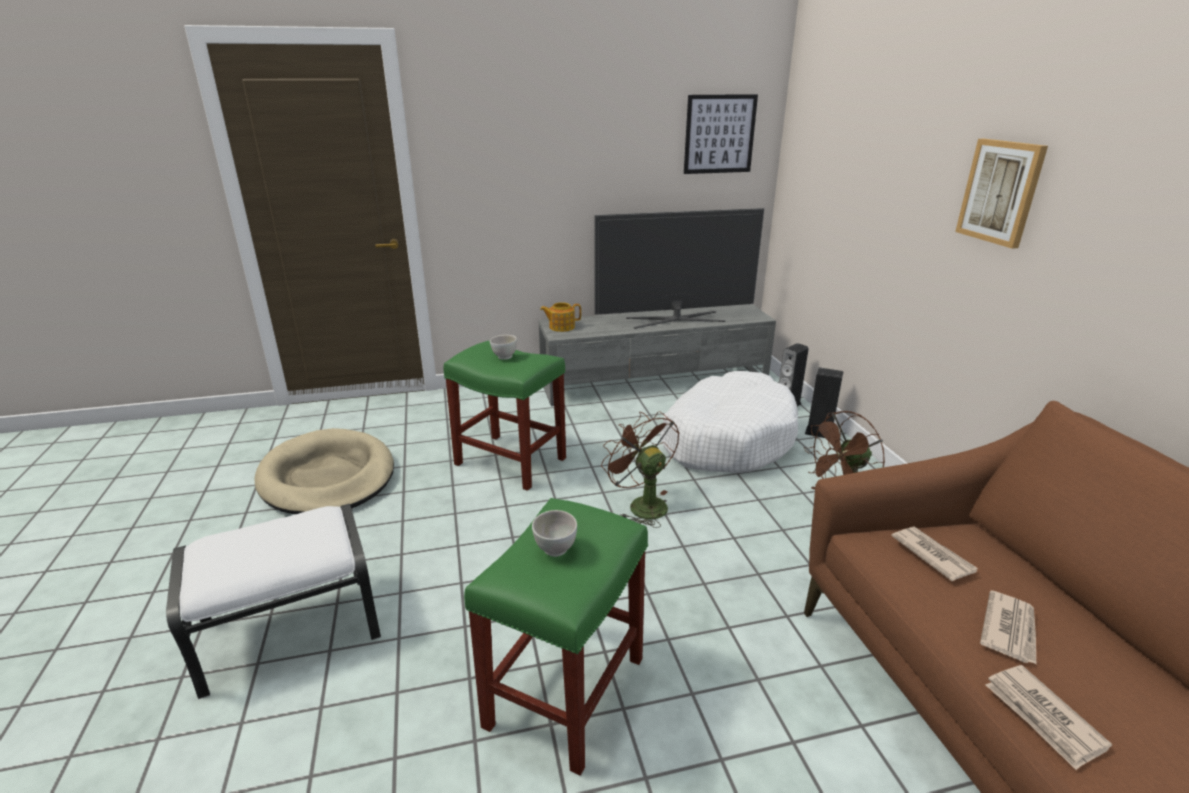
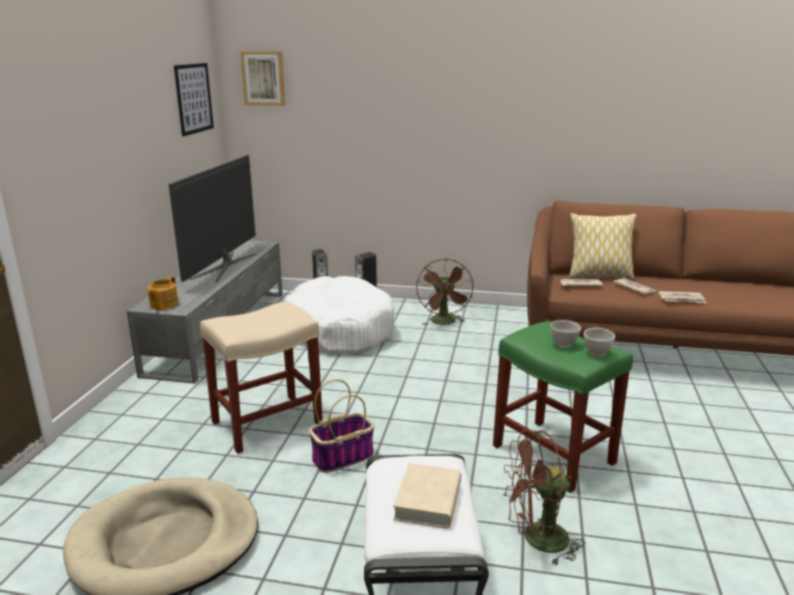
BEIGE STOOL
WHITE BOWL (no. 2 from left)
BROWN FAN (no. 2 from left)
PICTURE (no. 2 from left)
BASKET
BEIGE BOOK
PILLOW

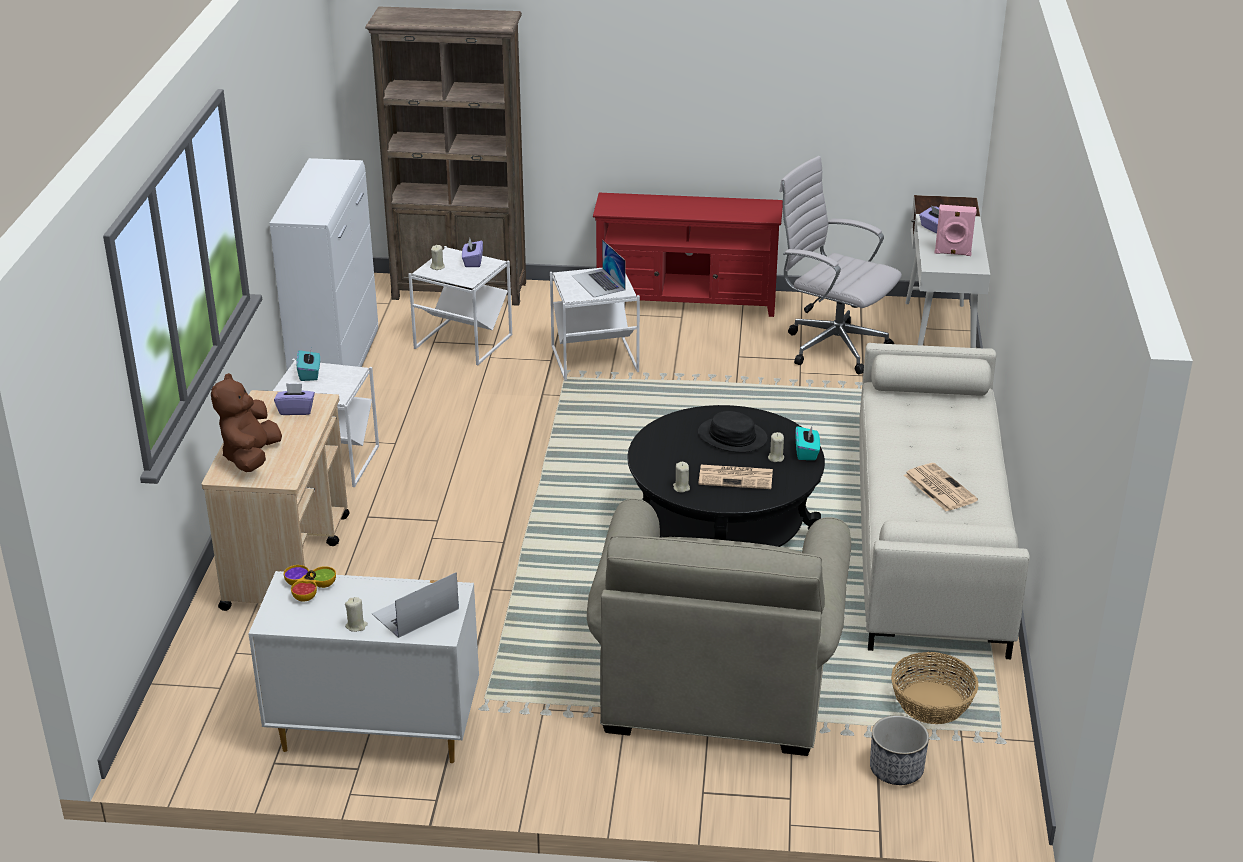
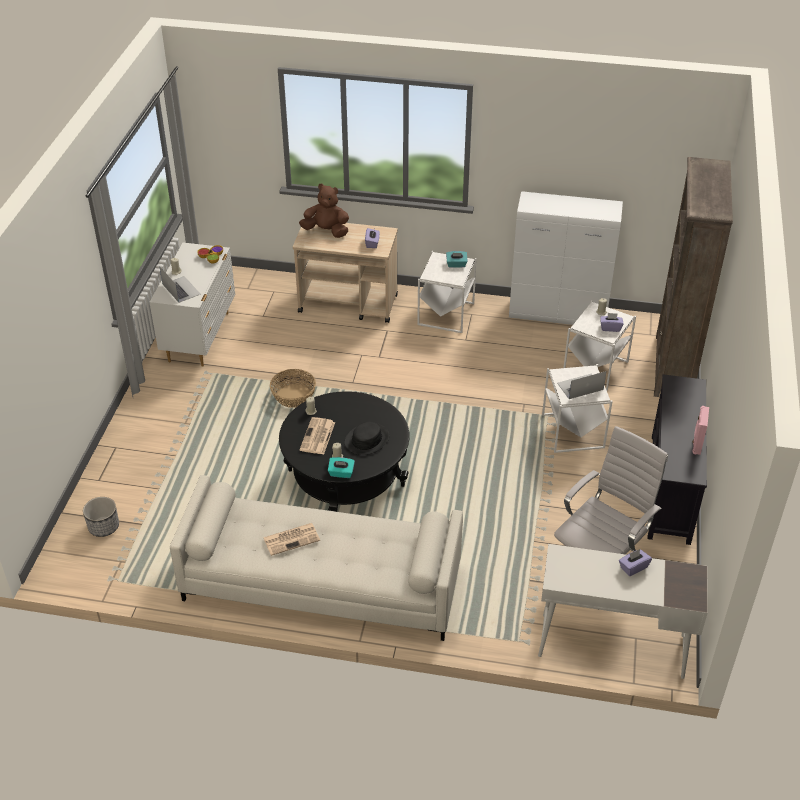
BEIGE ARMCHAIR
BLACK TV STAND
BASKET
PINK SPEAKER

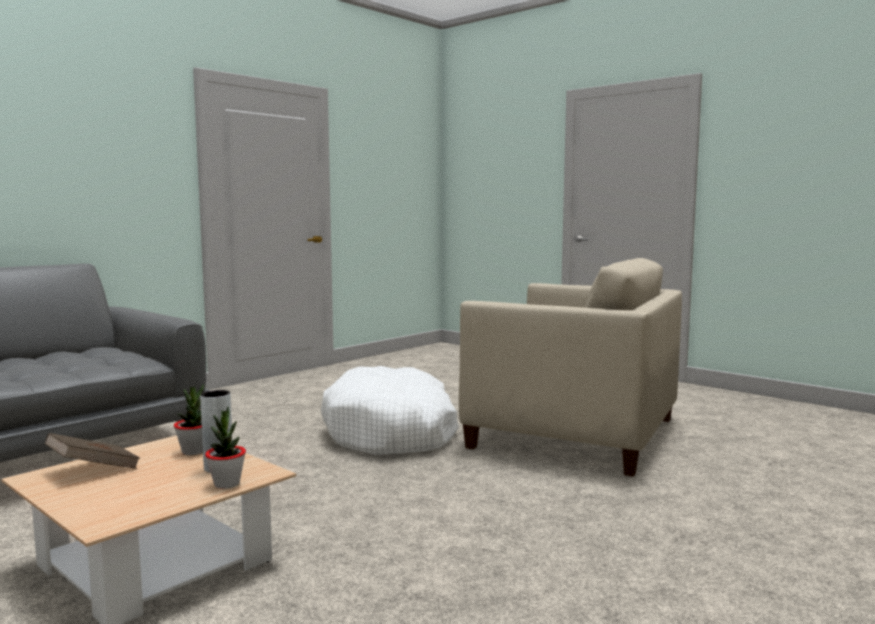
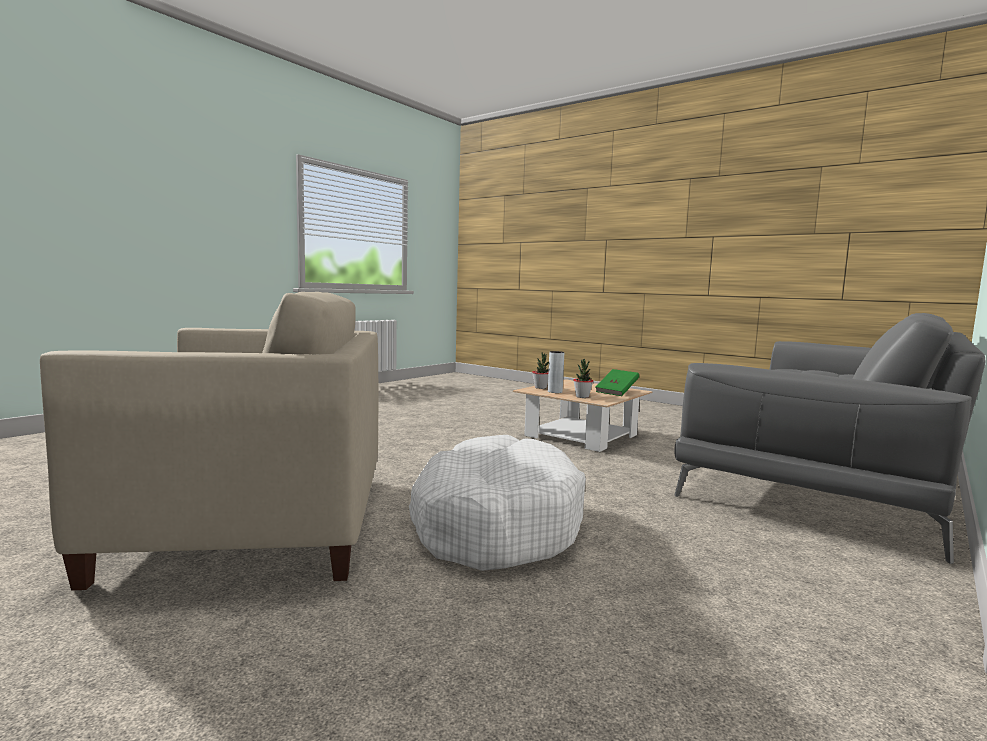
GREEN BOOK
BEIGE ARMCHAIR

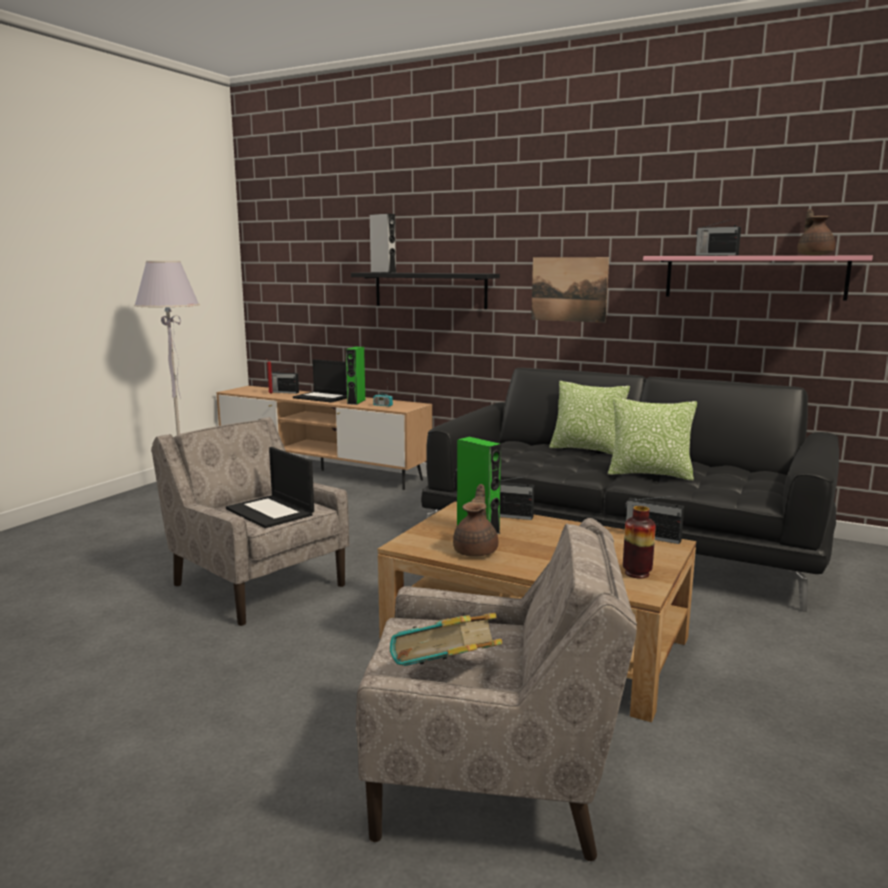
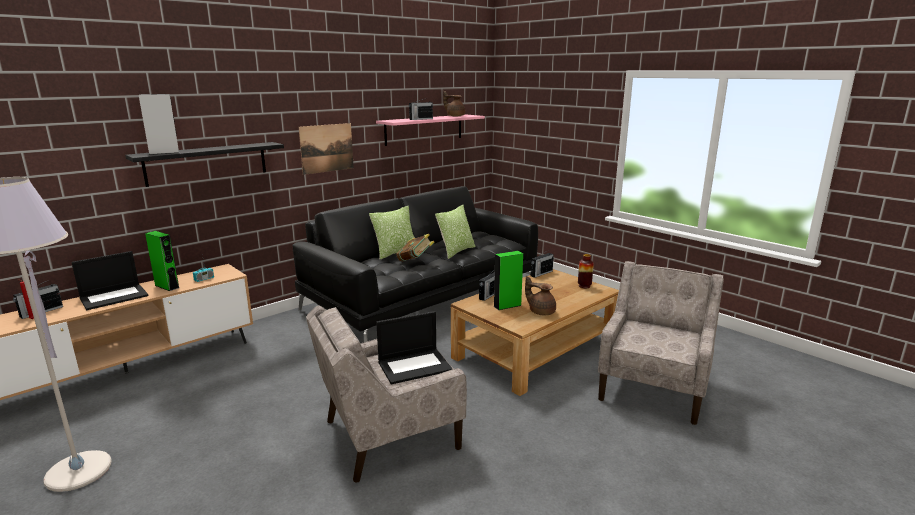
BOOK

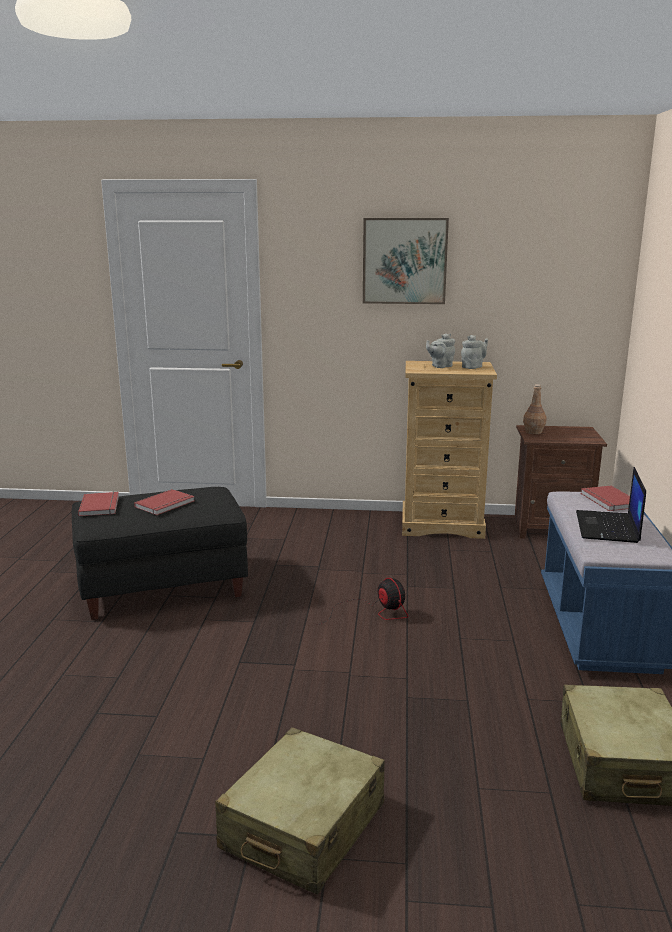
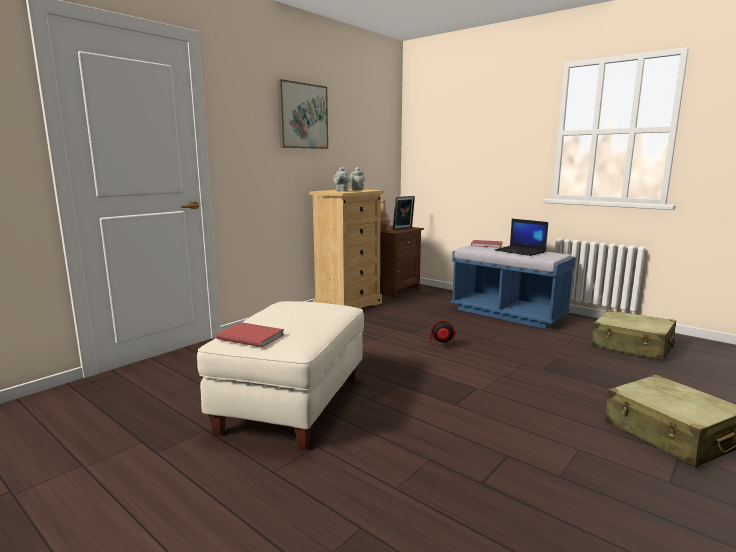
BEIGE OTTOMAN
RED BOOK (no. 2 from left in the first image)
PICTURE FRAME

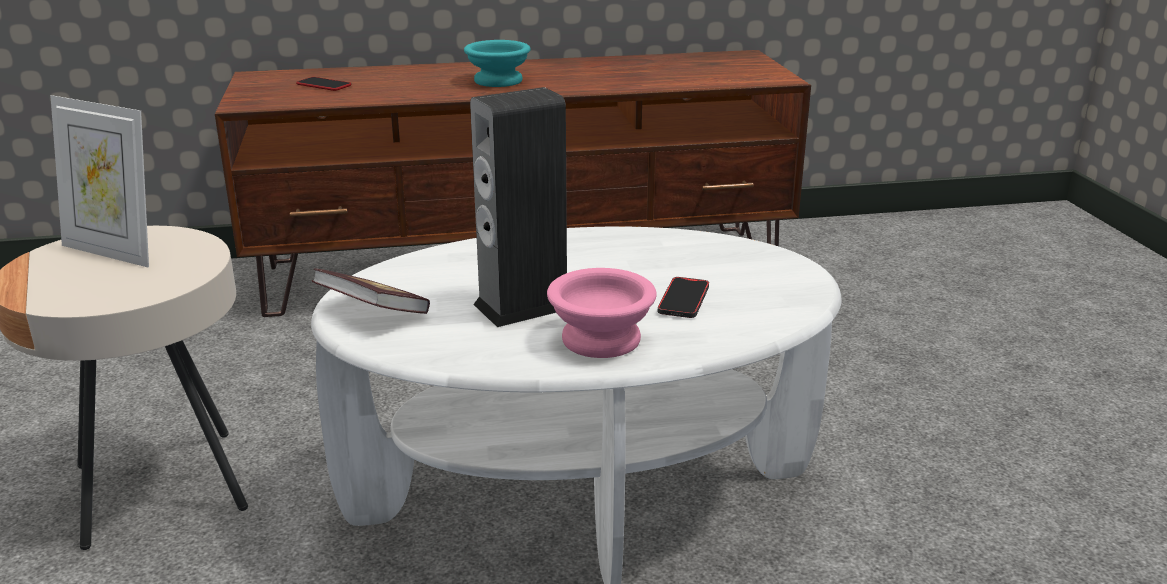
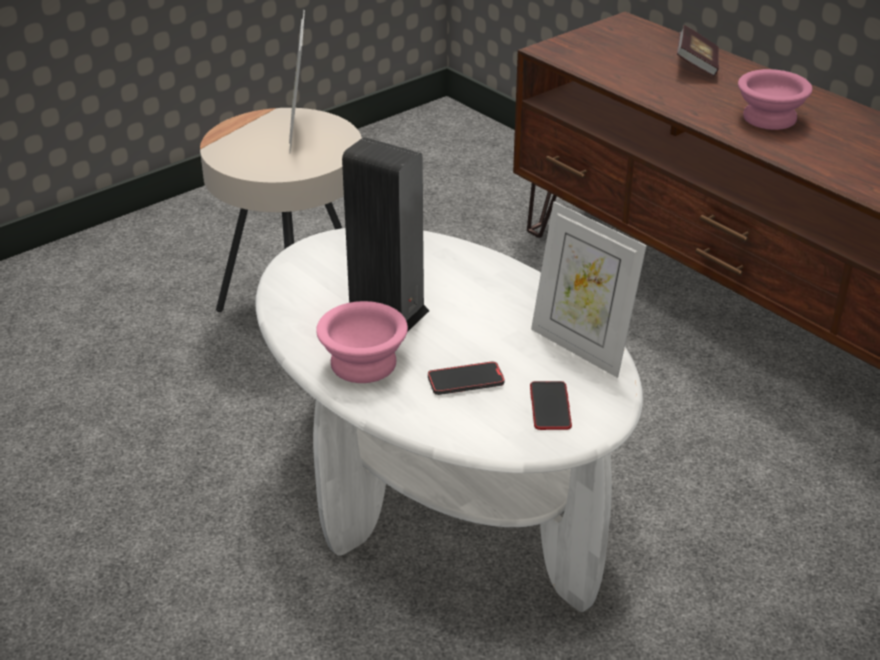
PHONE (no. 2 from left)
BOOK
PINK BOWL (no. 2 from left)
PICTURE FRAME (no. 2 from left)

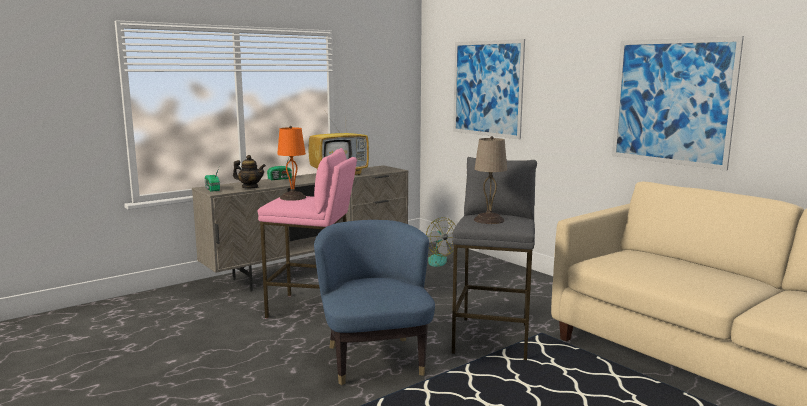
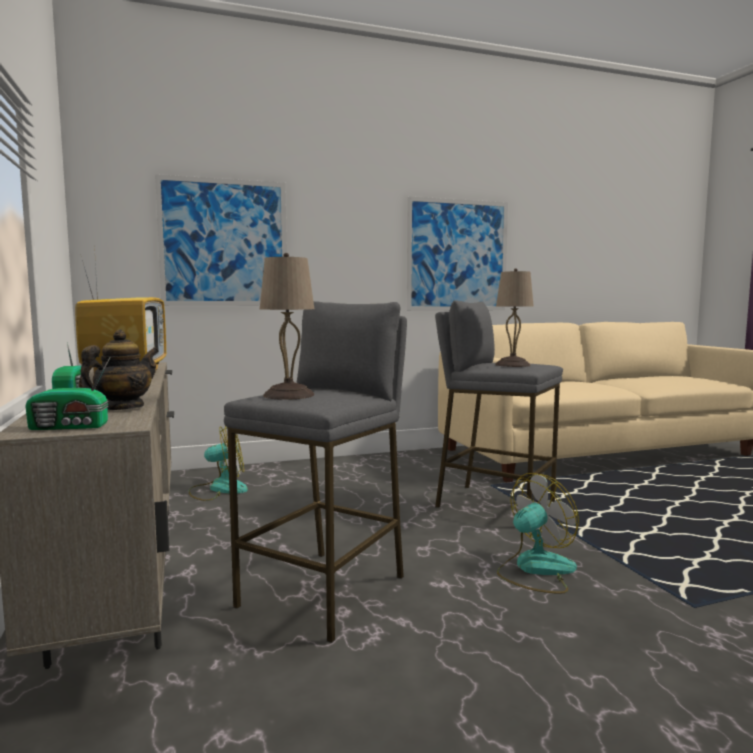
GREY STOOL (no. 1 from left)
BEIGE TABLE LAMP (no. 1 from left)
FAN (no. 2 from left)

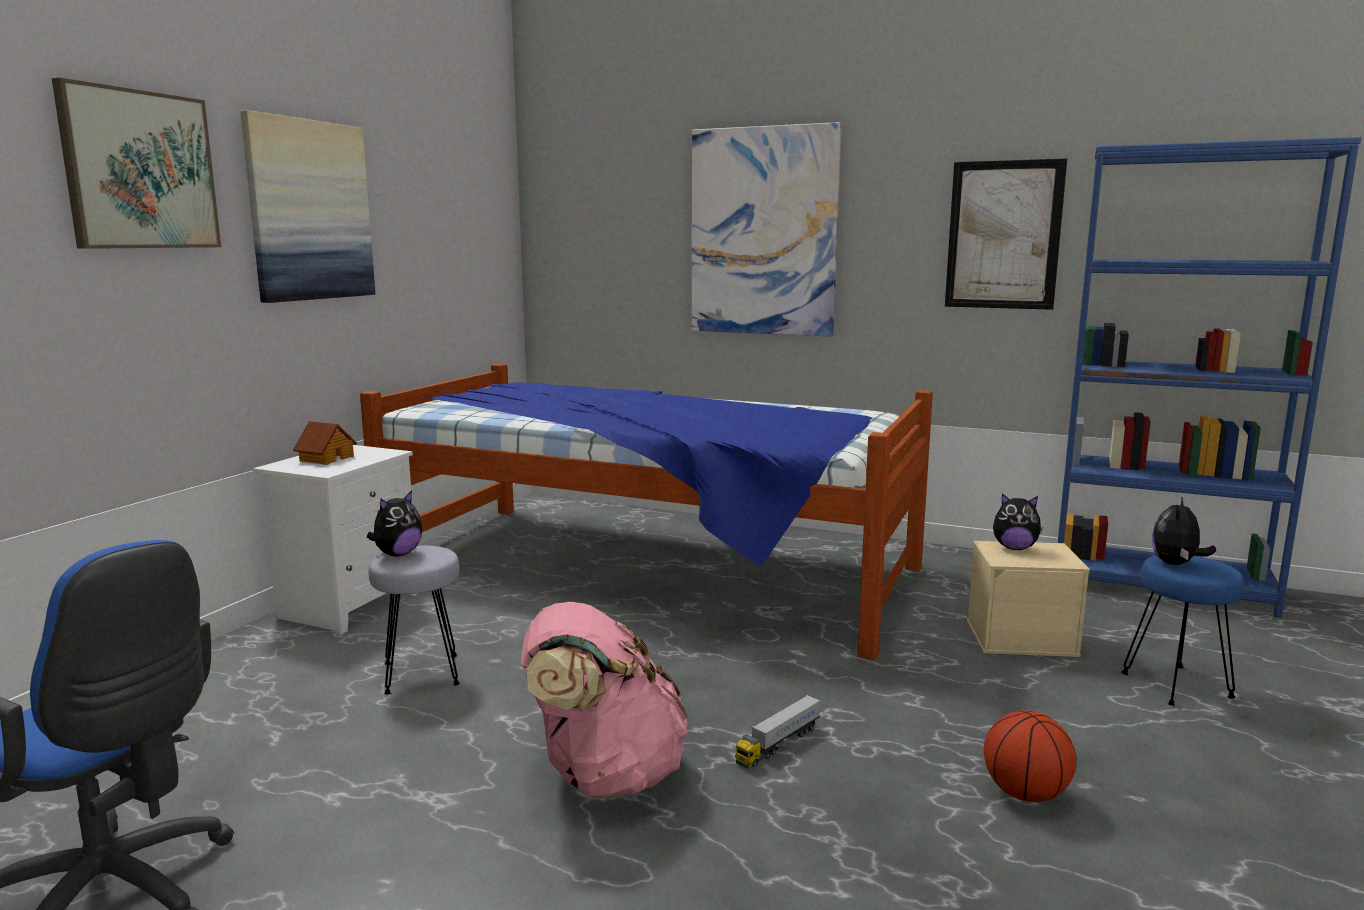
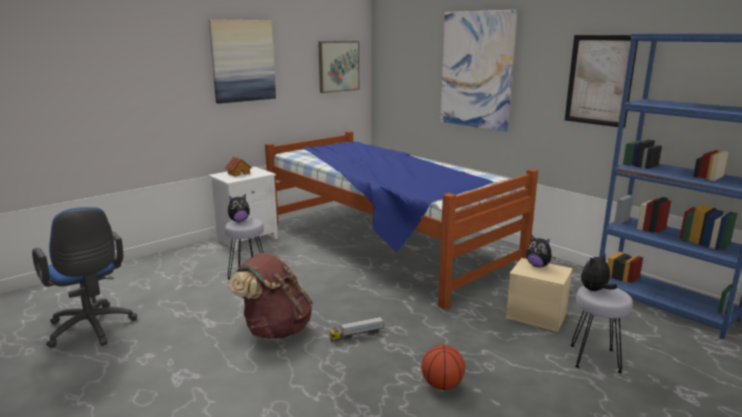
PICTURE (no. 2 from left)
BROWN BACKPACK
GREY STOOL (no. 2 from left)

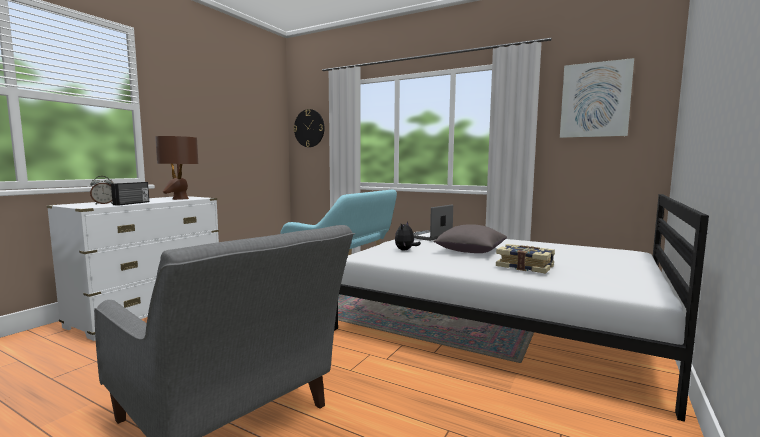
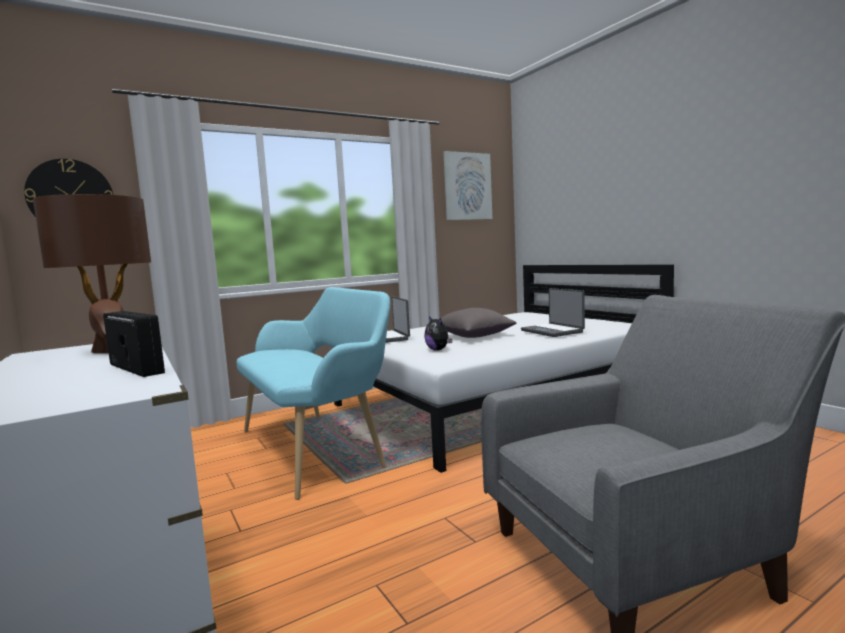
ALARM CLOCK
LAPTOP (no. 2 from left)

